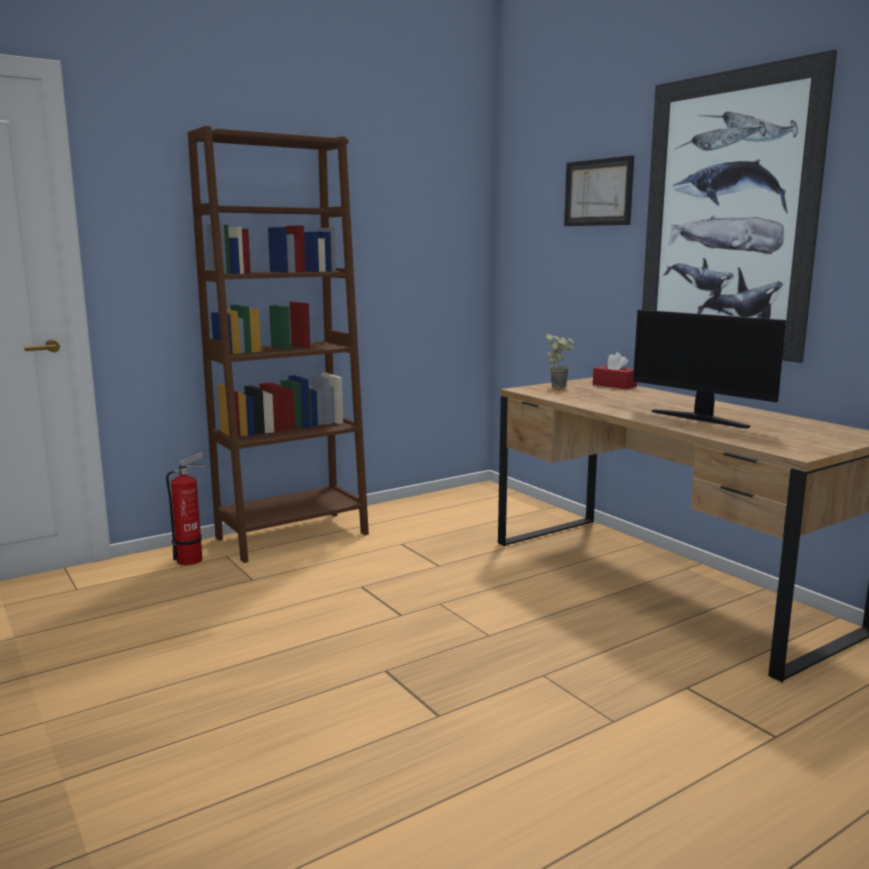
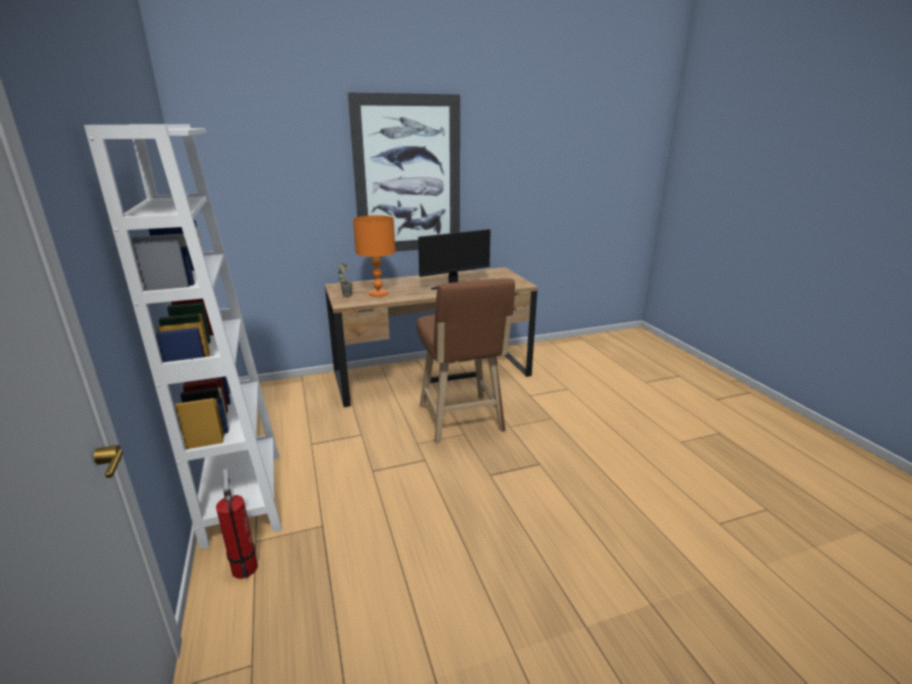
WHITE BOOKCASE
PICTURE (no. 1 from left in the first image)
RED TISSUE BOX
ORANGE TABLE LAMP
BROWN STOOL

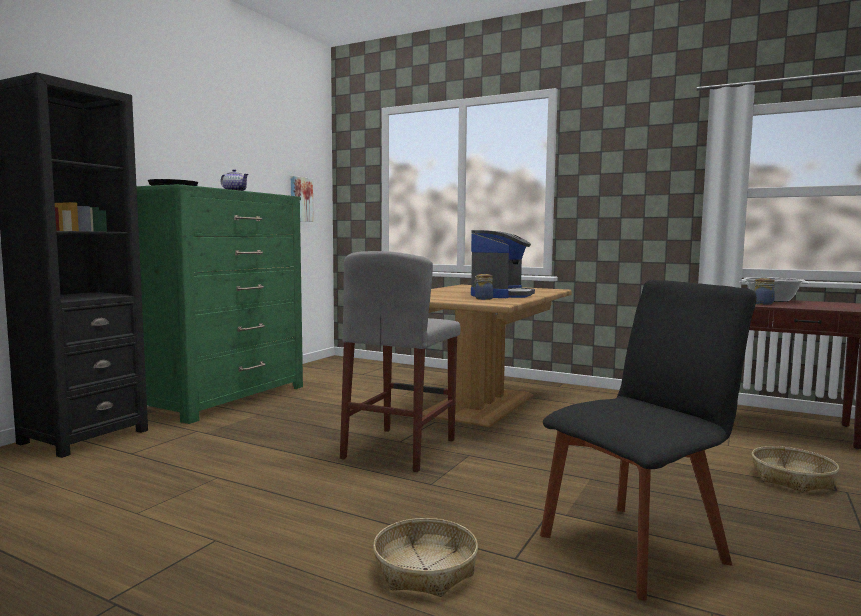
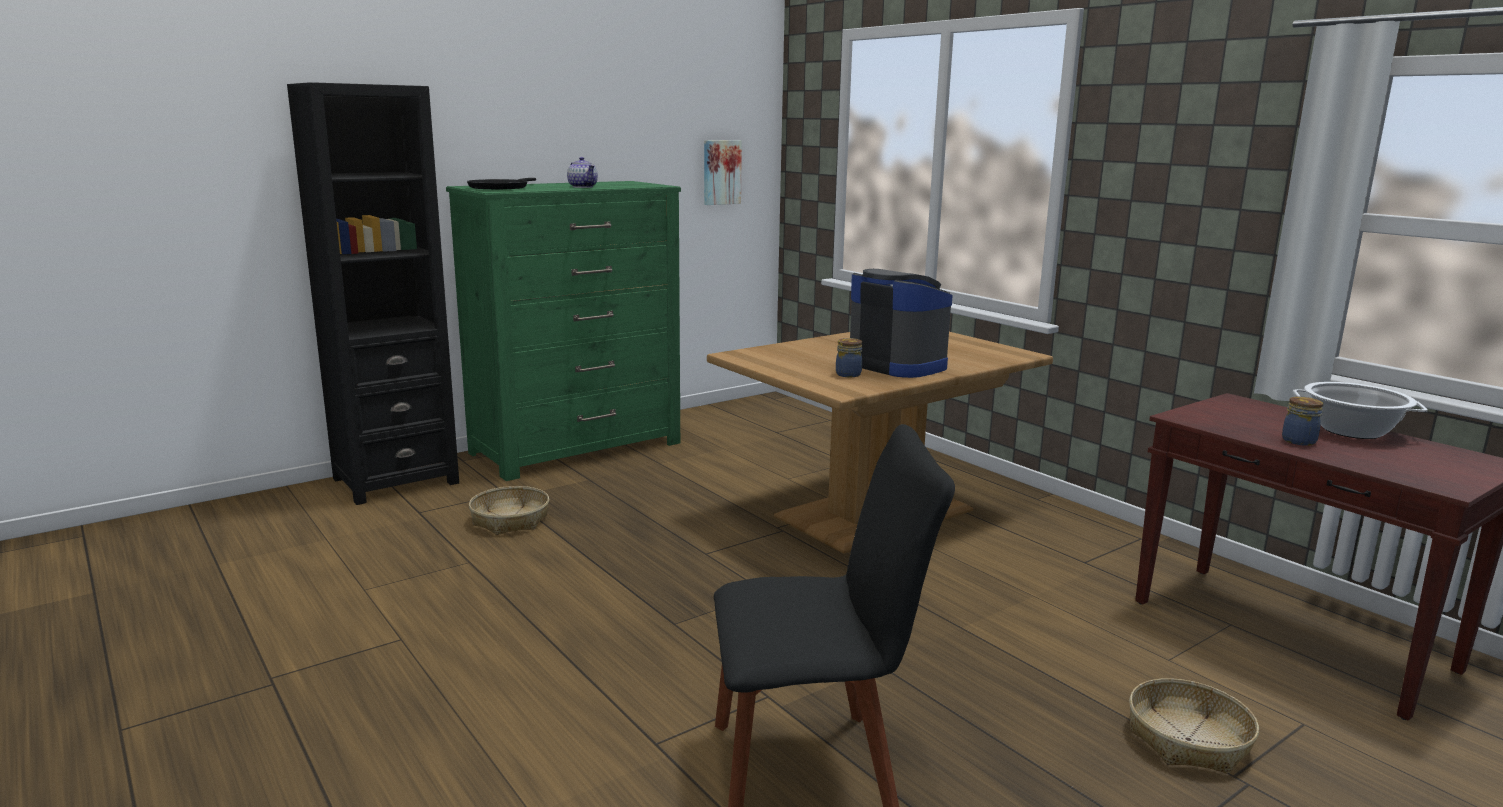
GREY STOOL
BASKET (no. 1 from left)
COFFEE MACHINE

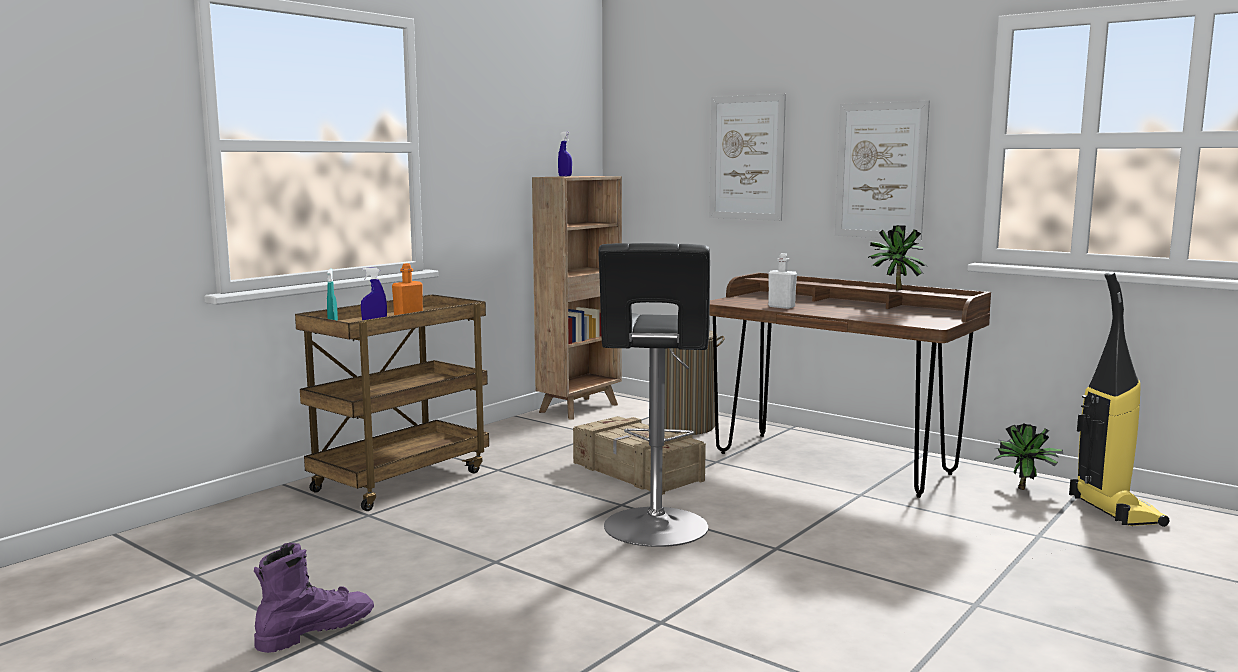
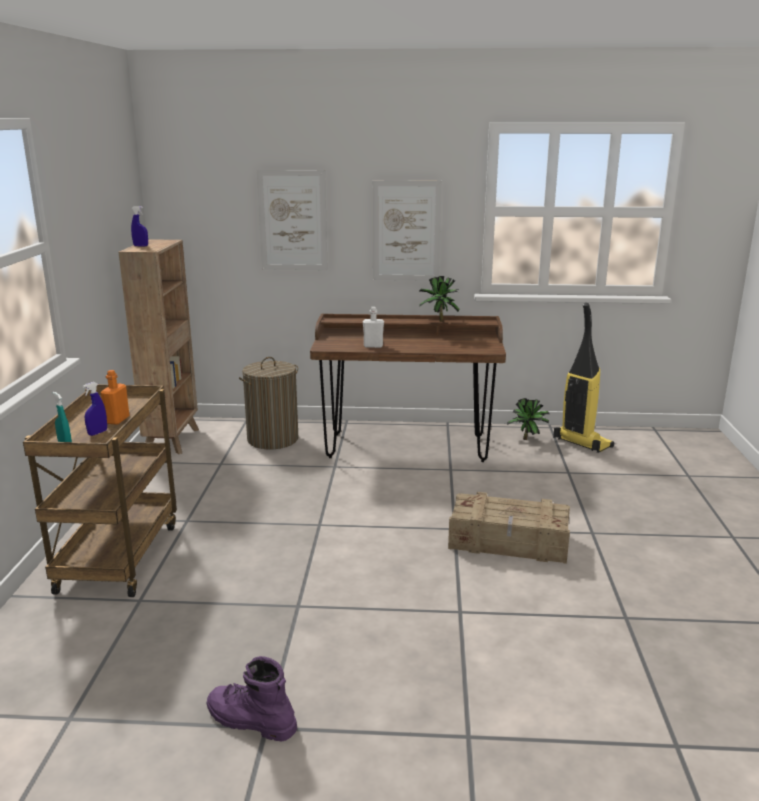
PURPLE BOOT
CRATE
BLACK STOOL

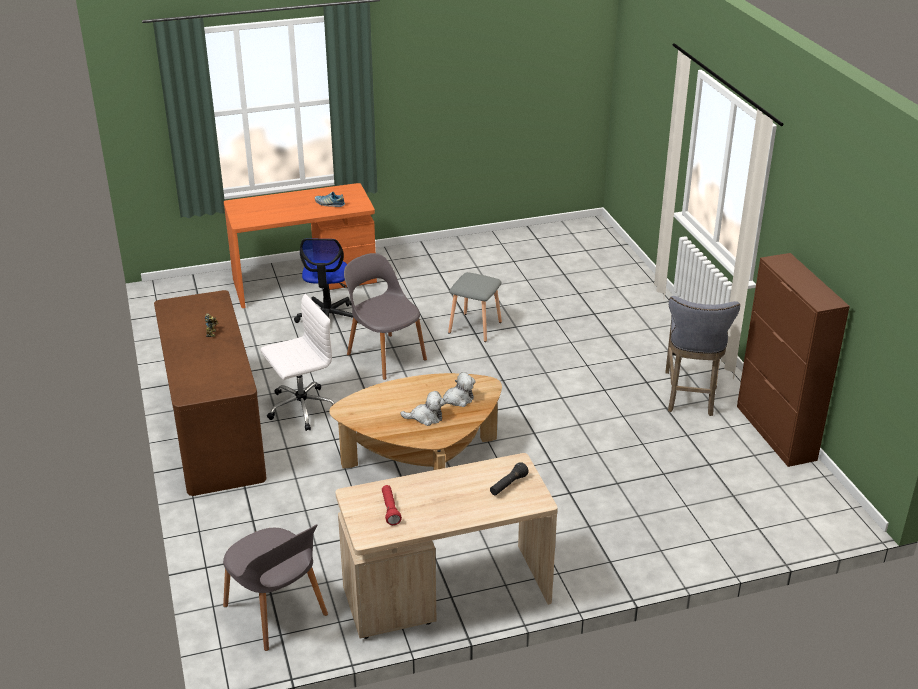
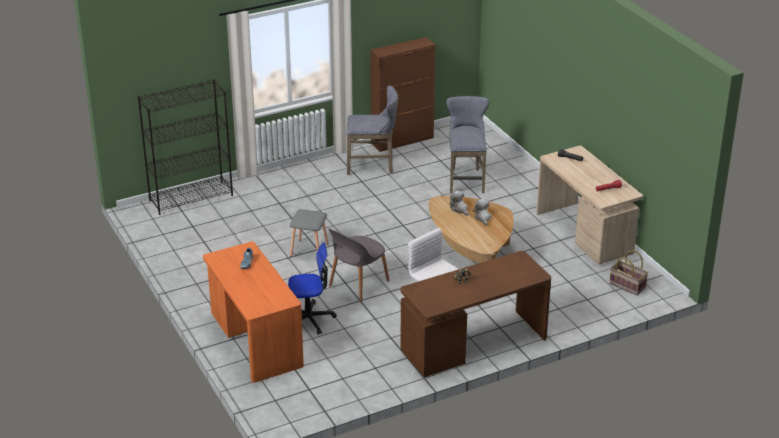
BASKET
BLACK BOOKCASE
GREY STOOL (no. 3 from left)

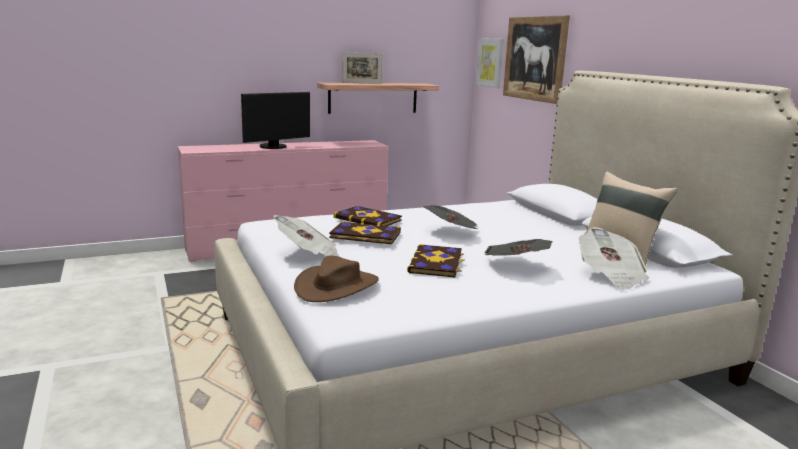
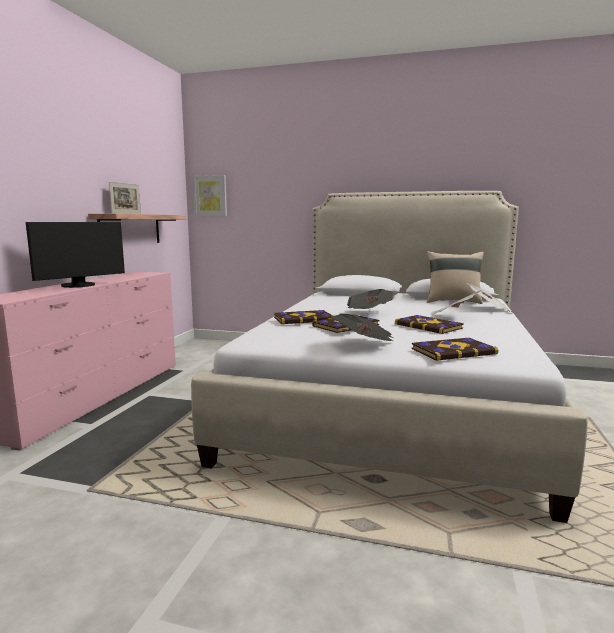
MONITOR
BOOK (no. 4 from left)
PICTURE (no. 2 from left in the first image)

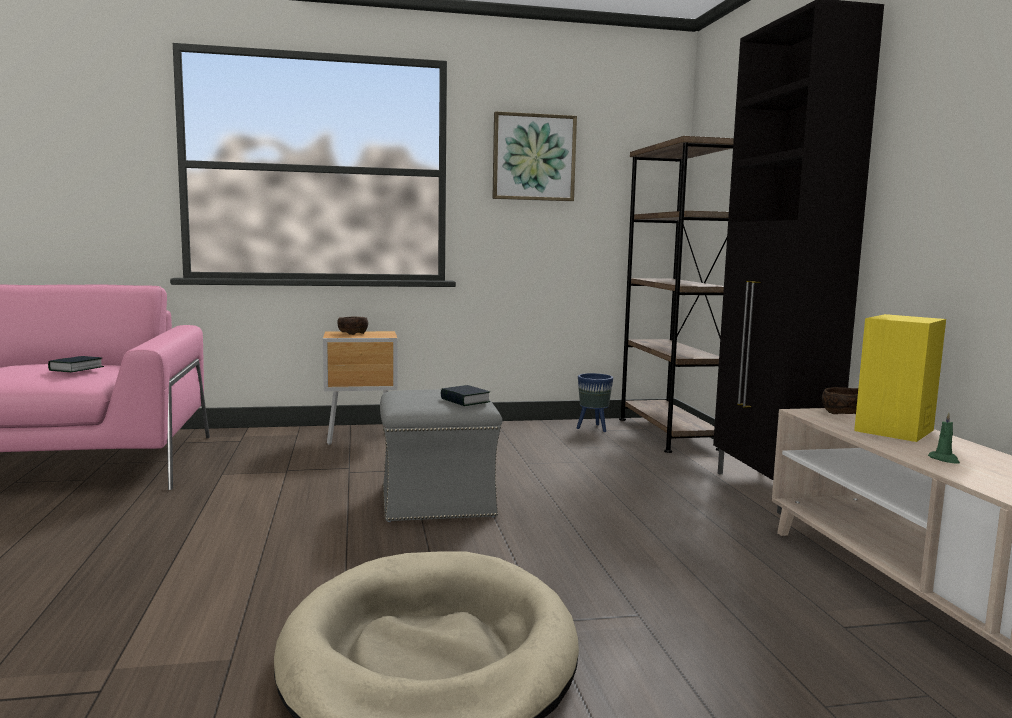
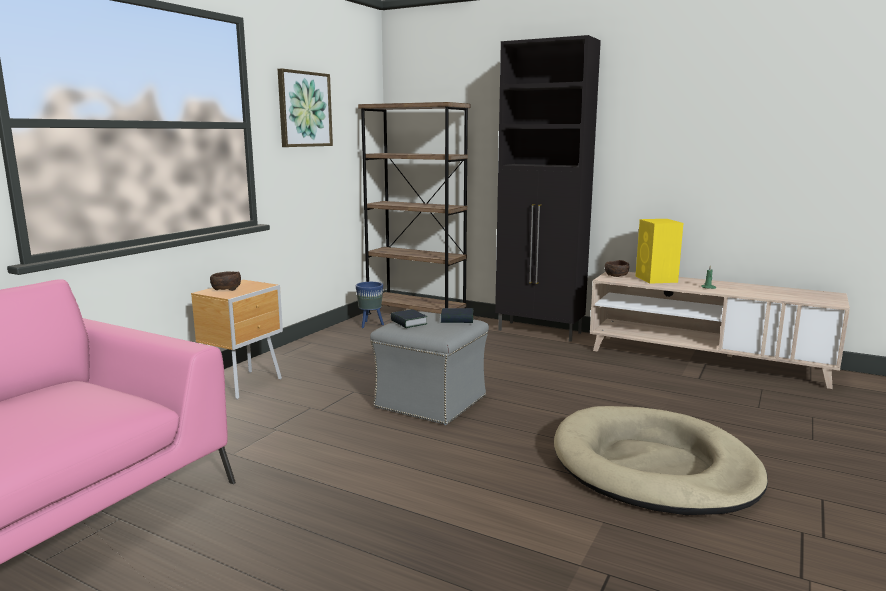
BOOK (no. 1 from left)

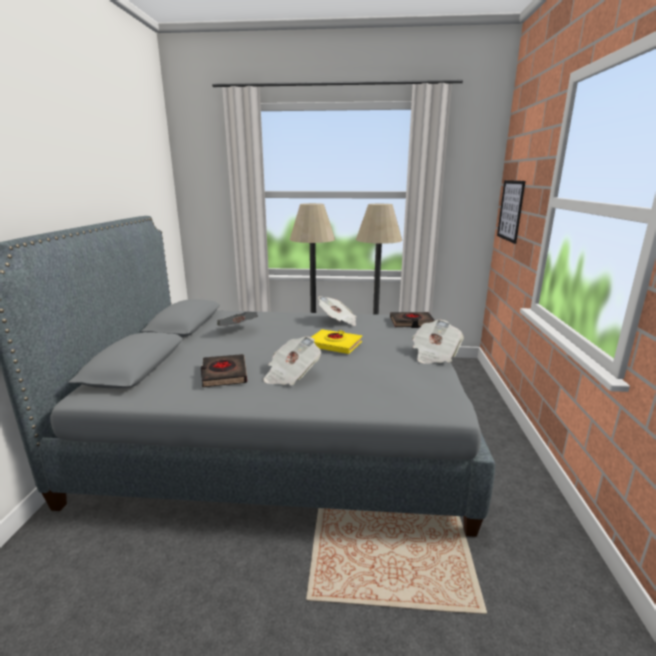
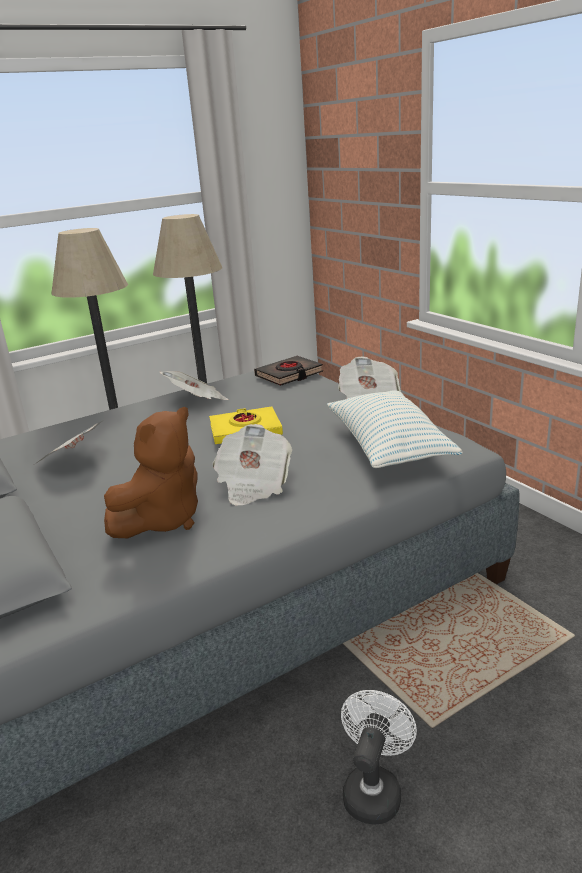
BROWN PLUSH TOY
PICTURE
PILLOW
WHITE FAN

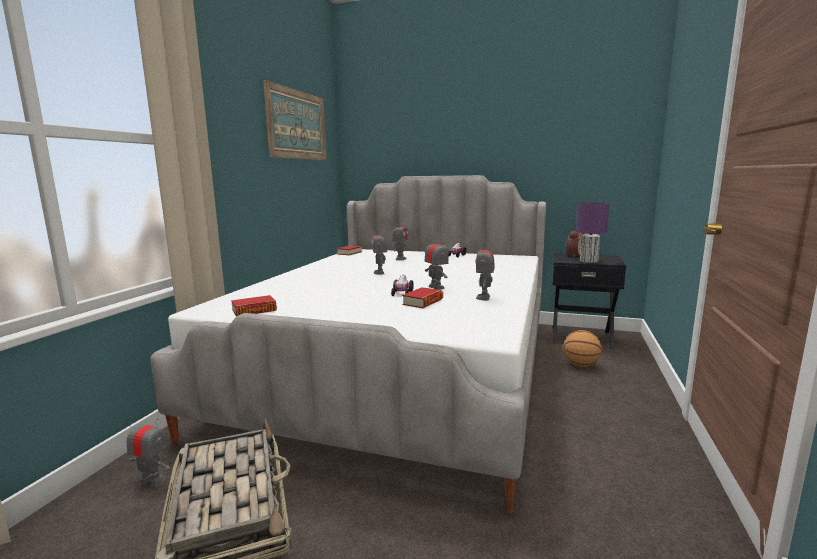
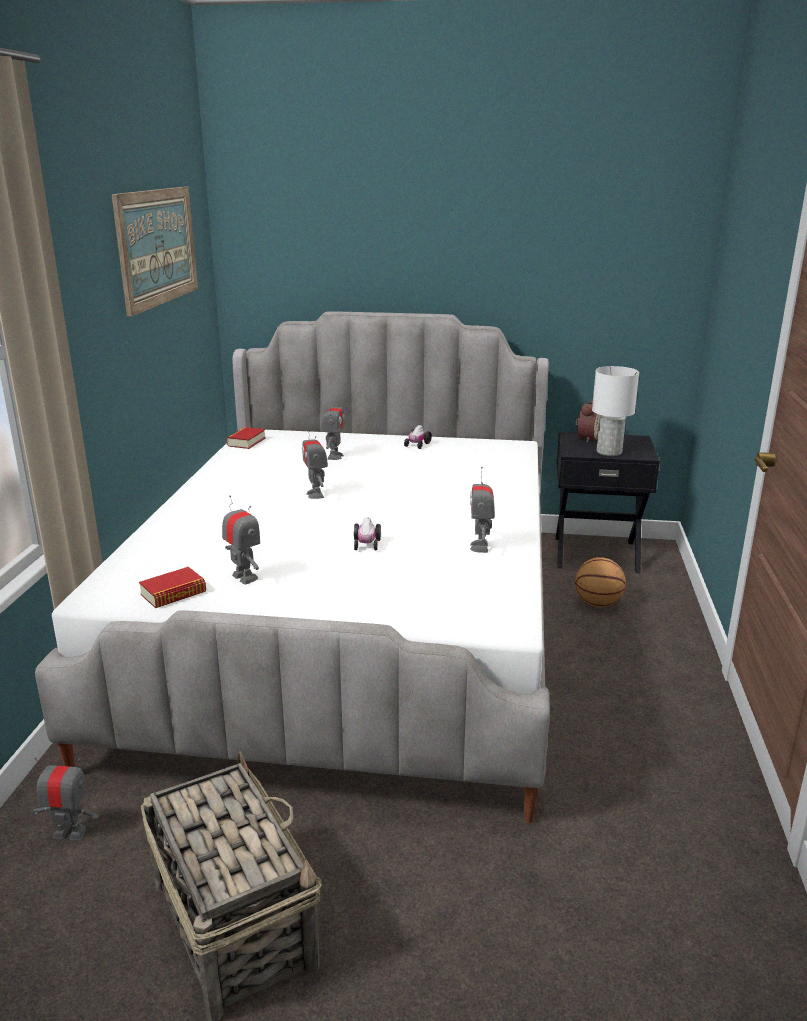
BOOK (no. 3 from left in the first image)
TOY ROBOT (no. 2 from left)
WHITE TABLE LAMP

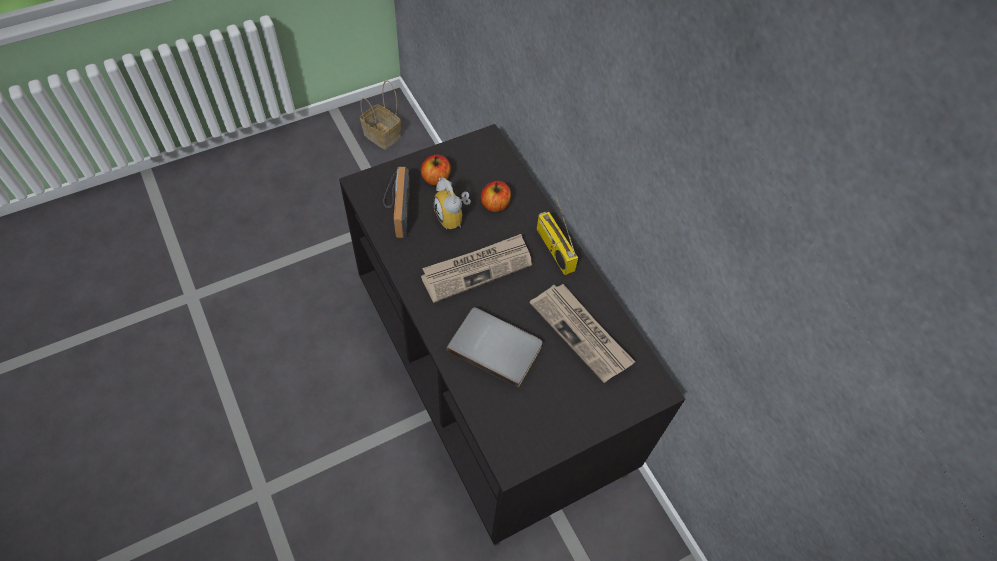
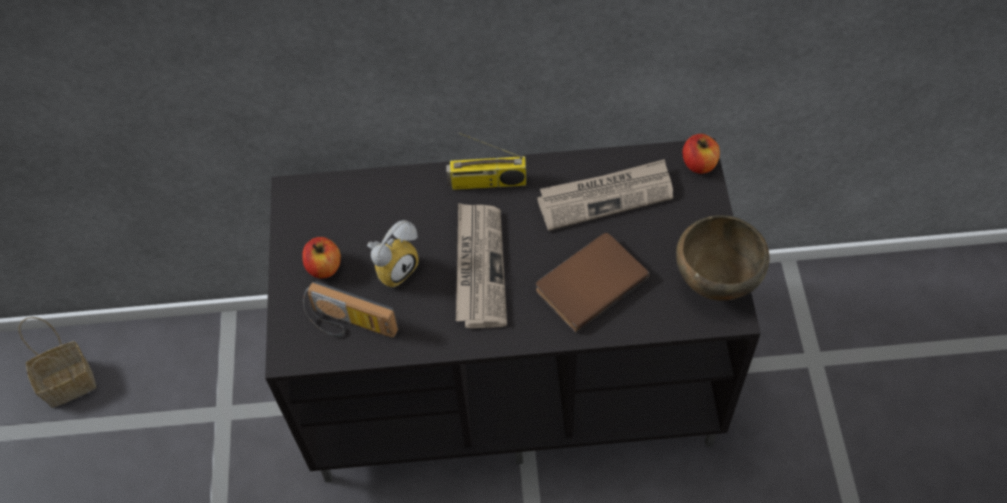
ALARM CLOCK
BROWN BOOK
APPLE (no. 2 from left)
BROWN BOWL

